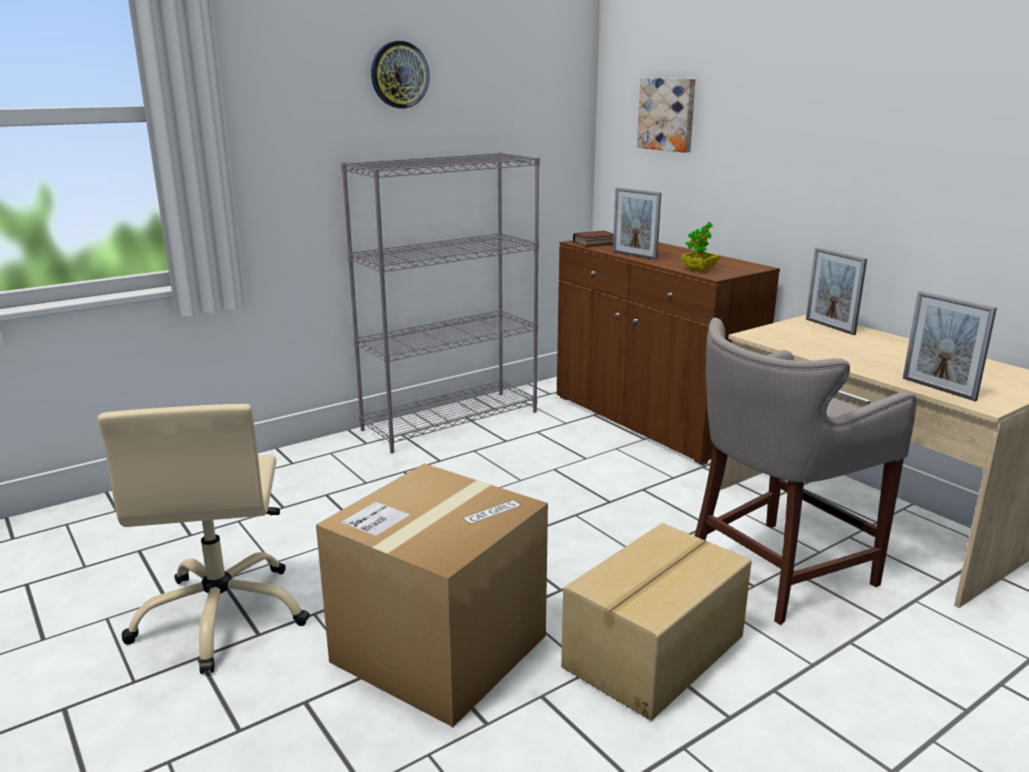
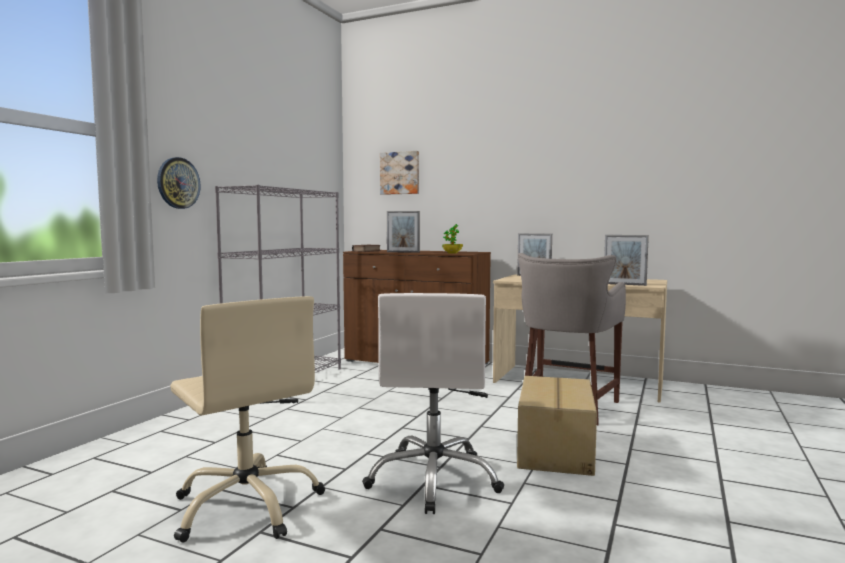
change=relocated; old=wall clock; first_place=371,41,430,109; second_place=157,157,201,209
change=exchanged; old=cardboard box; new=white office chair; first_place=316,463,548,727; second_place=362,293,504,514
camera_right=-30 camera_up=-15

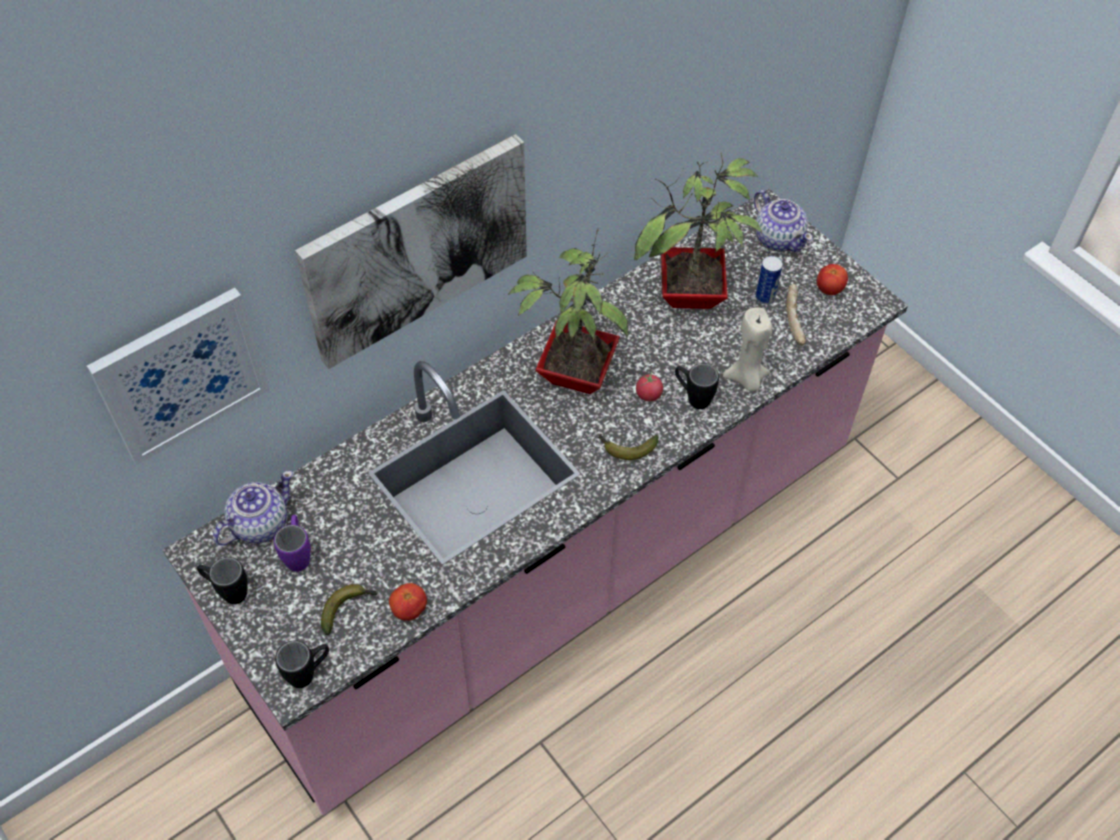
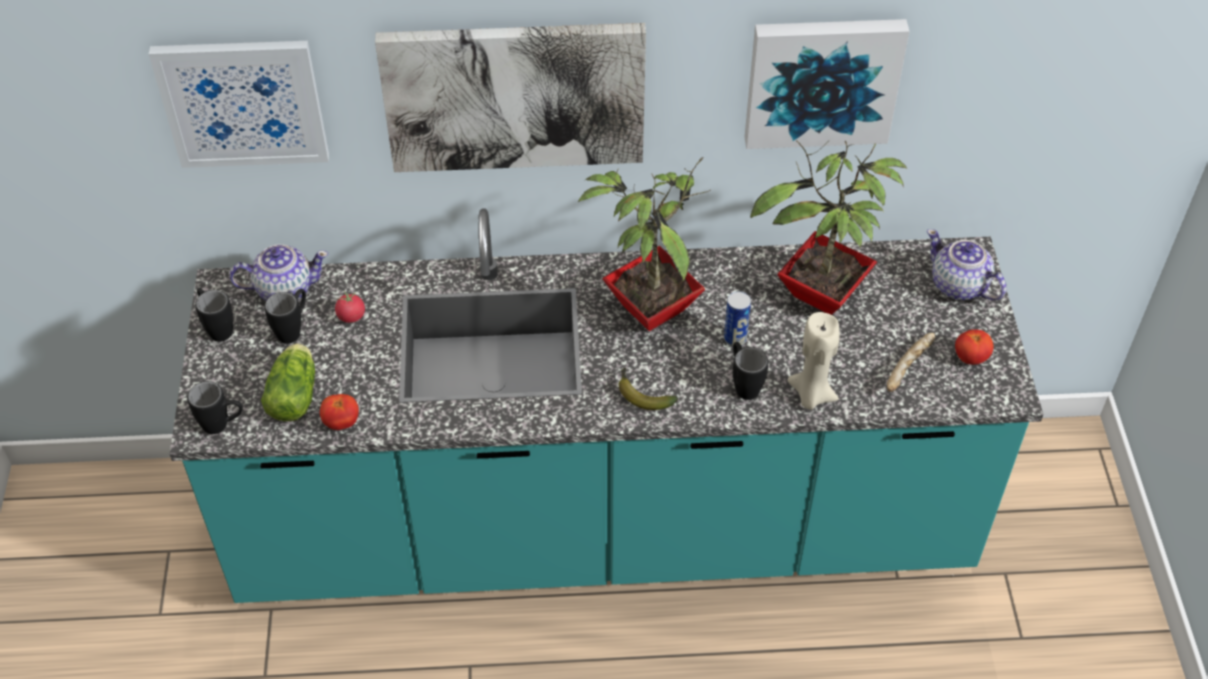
change=colour; old=pink counter; new=turquoise counter; first_place=163,189,908,815; second_place=170,208,1043,603
change=exchanged; old=banana; new=lettuce; first_place=321,584,378,635; second_place=261,343,315,421
change=colour; old=purple mug; new=black mug; first_place=274,515,311,572; second_place=264,289,306,344
change=relocated; old=tomato; first_place=636,371,663,401; second_place=335,291,365,323
change=relocated; old=can; first_place=756,256,783,305; second_place=724,291,751,347
change=appeared; new=picture; second_place=745,19,910,149
change=spun; old=teapot; first_place=754,190,813,252; second_place=927,229,1006,301; degrees=135
camera_right=35 camera_up=-5

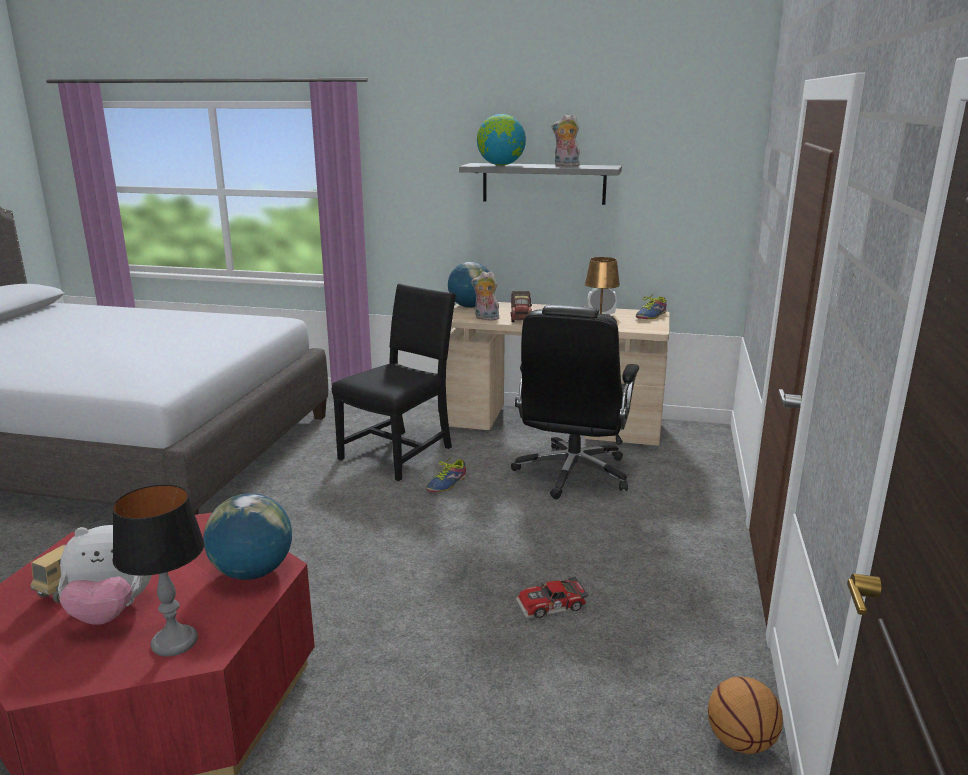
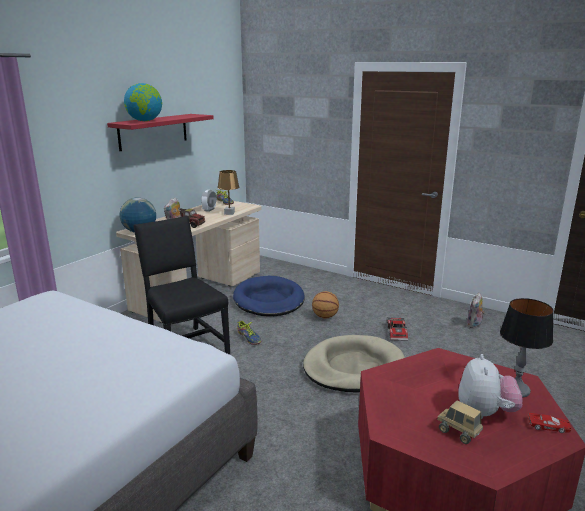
change=colour; old=grey shelf; new=red shelf; first_place=459,163,622,205; second_place=107,114,214,151
change=exchanged; old=black office chair; new=blue dog bed; first_place=511,305,639,499; second_place=233,276,305,316
change=appeared; new=beige dog bed; second_place=303,335,405,392
change=relocated; old=basketball; first_place=708,676,783,754; second_place=312,291,339,318
change=relocated; old=plush toy; first_place=551,114,580,166; second_place=466,293,485,329
change=appeared; new=red toy car; second_place=528,413,572,433
change=missing; old=globe; first_place=204,493,292,580
camera_right=-70 camera_up=0

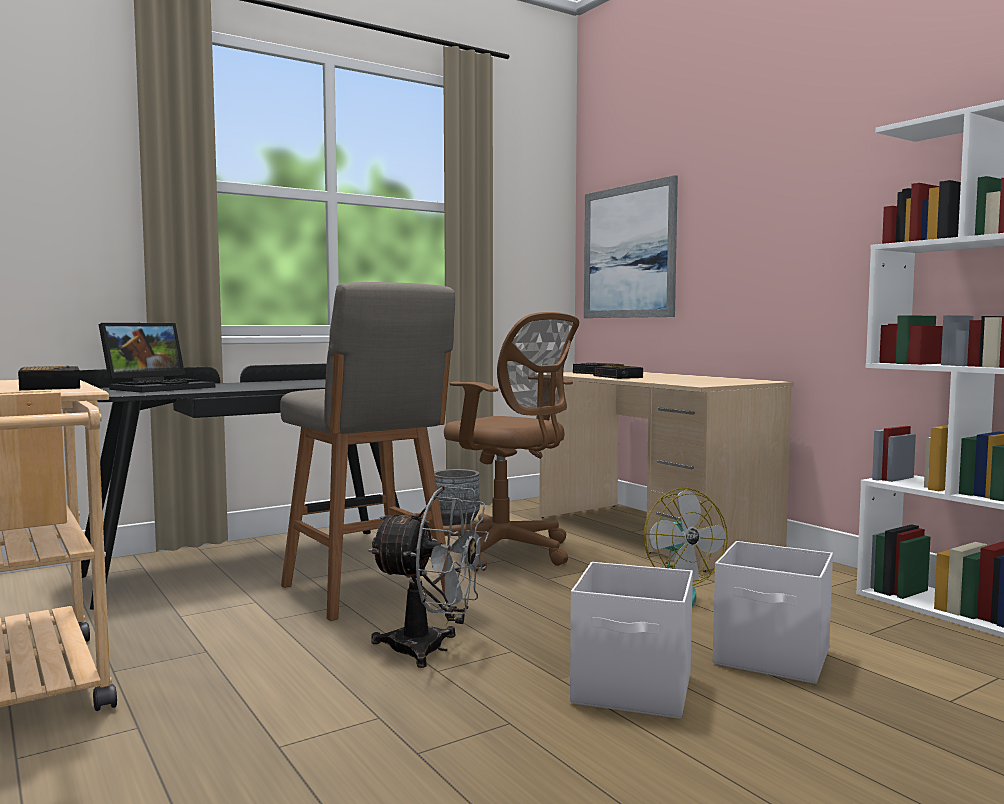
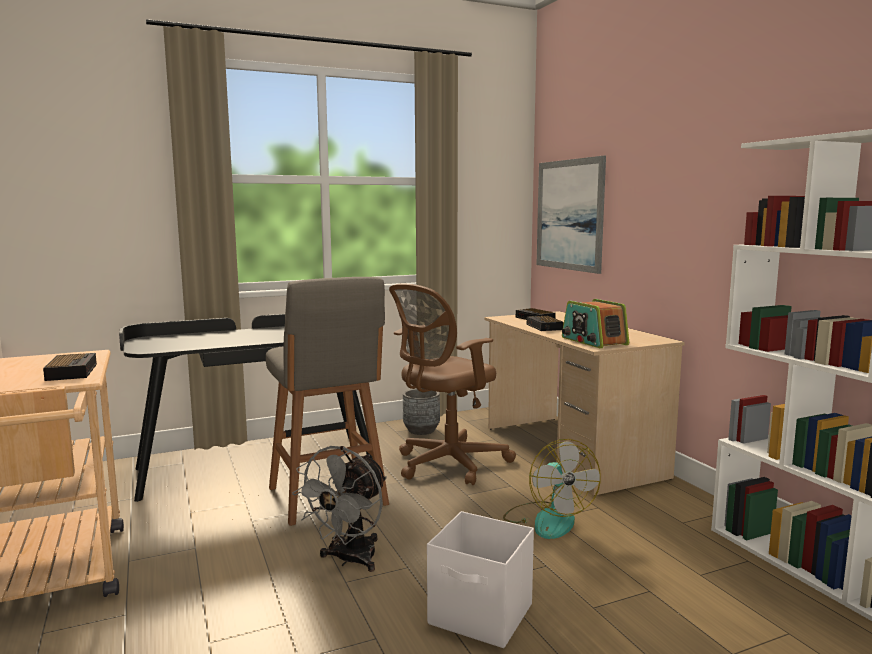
change=spun; old=grey fan; first_place=368,486,489,668; second_place=292,446,387,572; degrees=90
change=spun; old=brown office chair; first_place=430,312,579,572; second_place=389,284,516,485; degrees=90
change=appeared; new=radio; second_place=562,299,629,348
change=missing; old=laptop; first_place=99,322,215,393
change=missing; old=white storage box; first_place=713,541,833,684
camera_right=10 camera_up=5

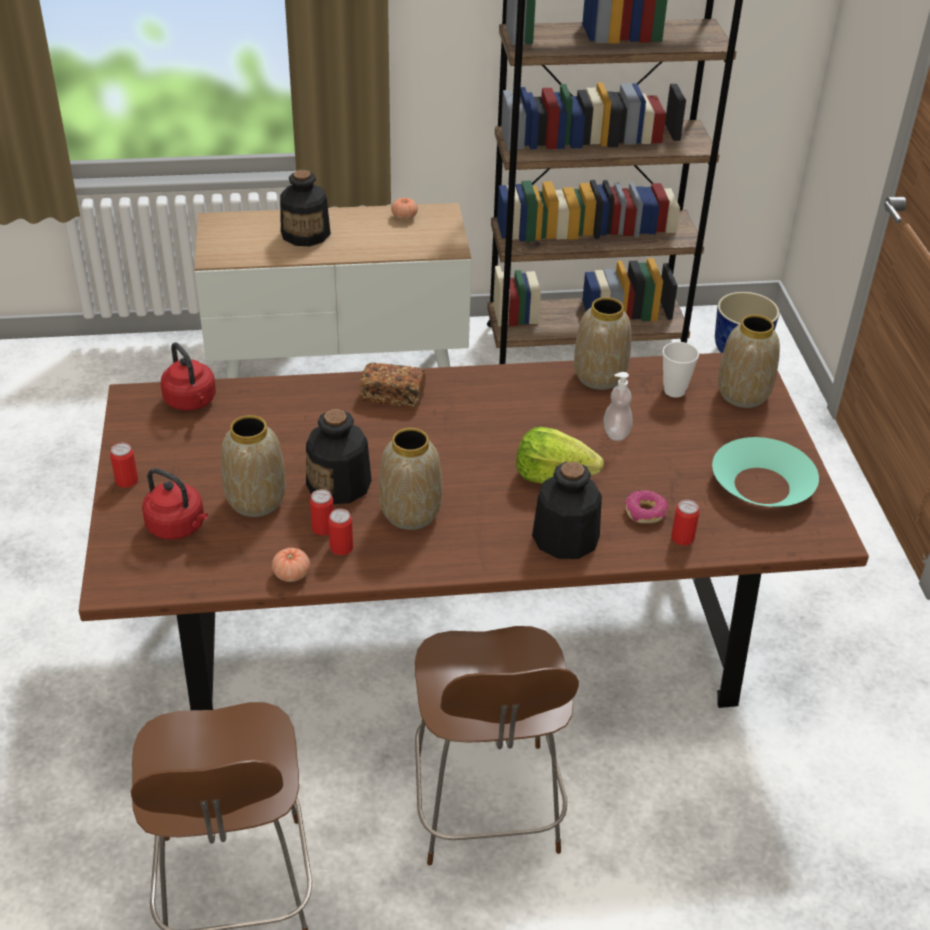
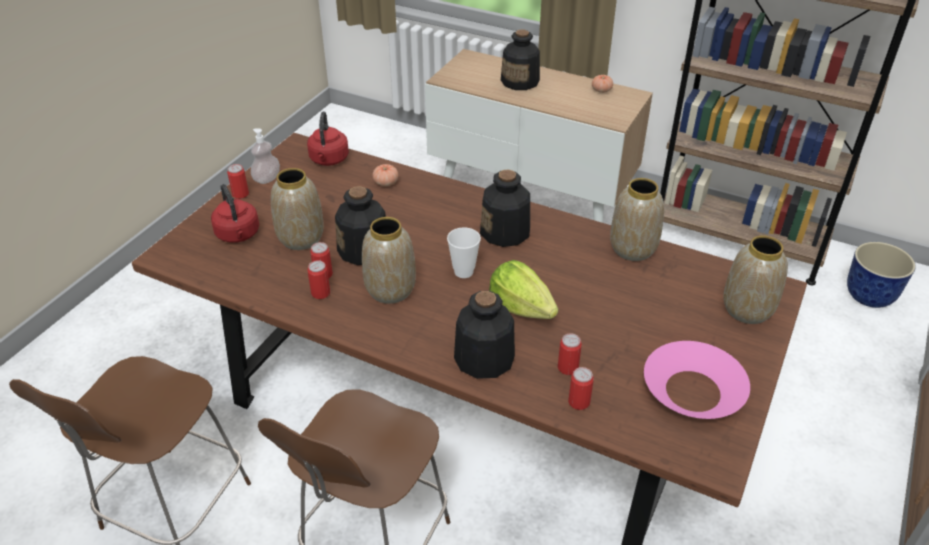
change=relocated; old=soap dispenser; first_place=604,372,633,441; second_place=251,128,280,184
change=relocated; old=tomato; first_place=272,548,310,582; second_place=373,164,398,186
change=relocated; old=cup; first_place=663,342,699,398; second_place=447,227,481,278
change=appeared; new=bottle; second_place=480,169,530,247
change=exchanged; old=donut; new=can; first_place=625,490,668,524; second_place=558,333,582,375
change=colour; old=turquoise bowl; new=pink bowl; first_place=712,437,819,507; second_place=644,341,750,419
change=missing; old=bread; first_place=360,363,425,407
camera_right=35 camera_up=0

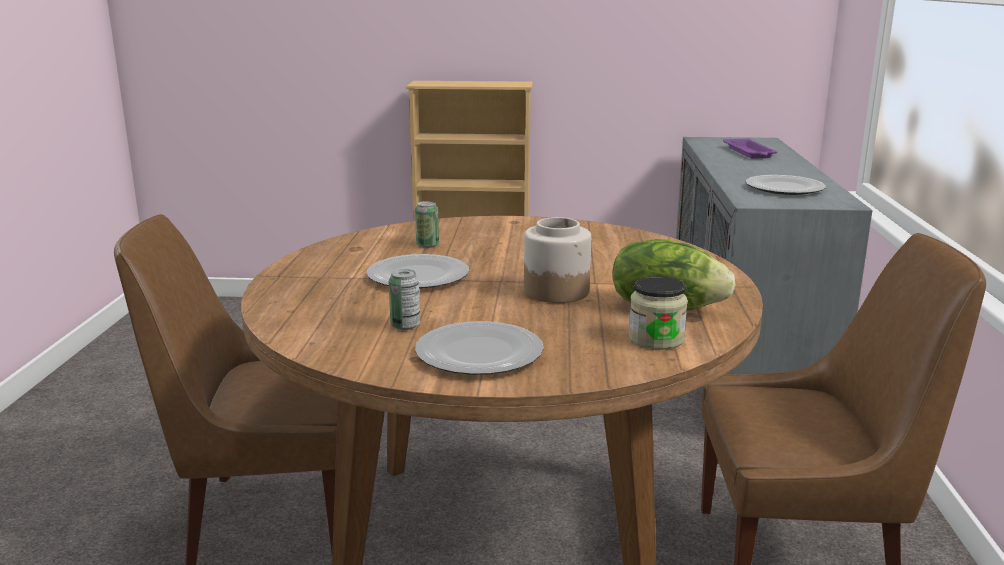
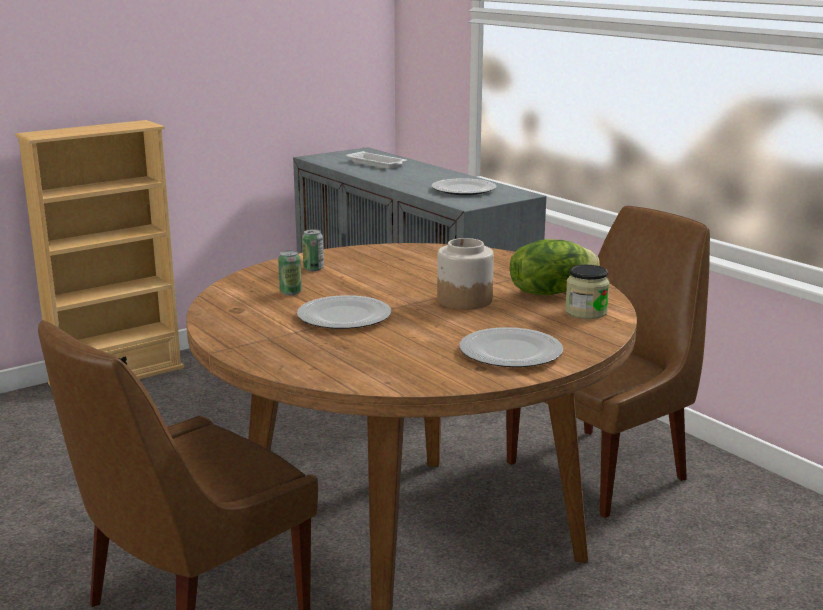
change=relocated; old=can; first_place=389,269,420,330; second_place=302,229,324,271
change=colour; old=purple tray; new=white tray; first_place=723,138,778,159; second_place=346,151,407,169
camera_right=-40 camera_up=0

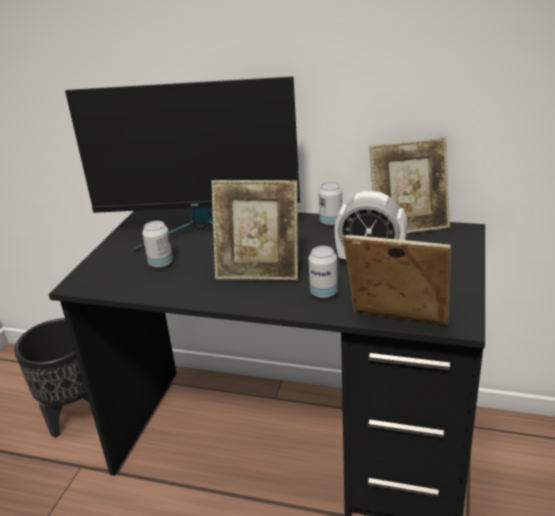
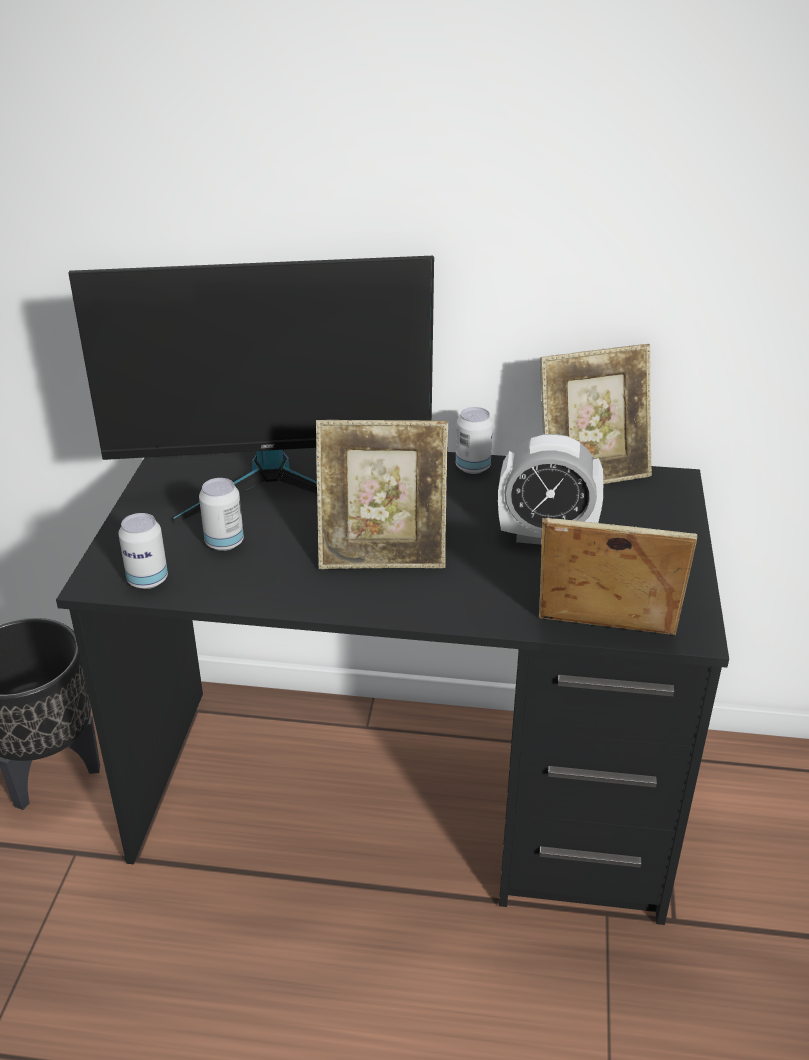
change=relocated; old=can; first_place=308,246,338,298; second_place=118,513,168,589
camera_right=-10 camera_up=5

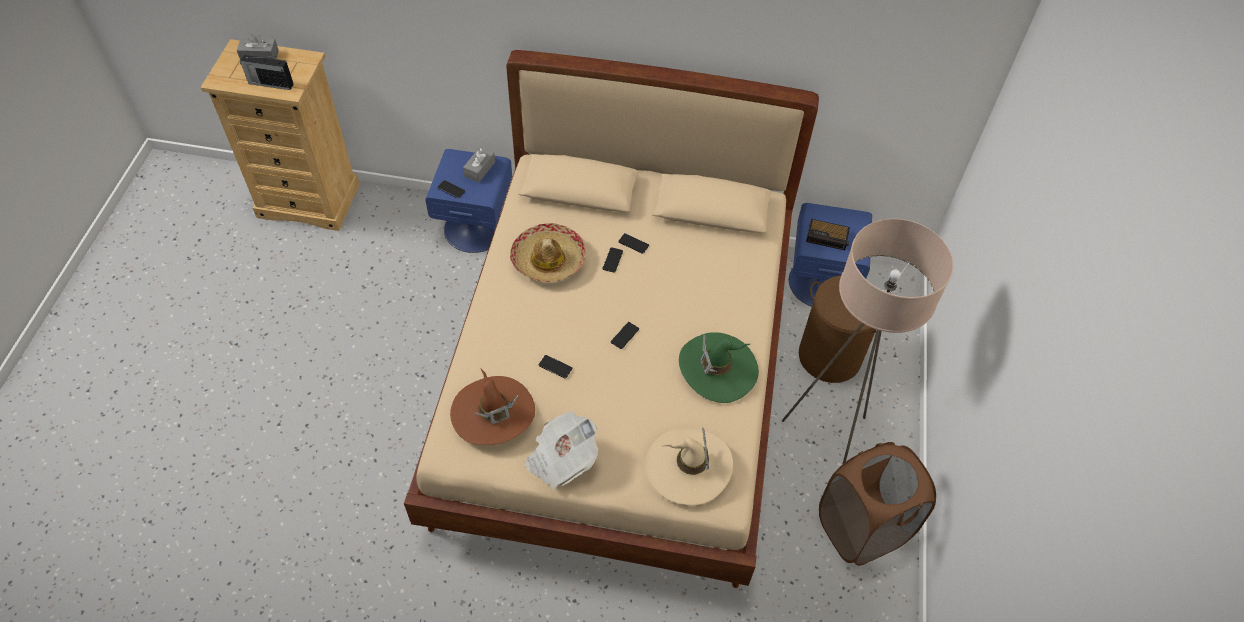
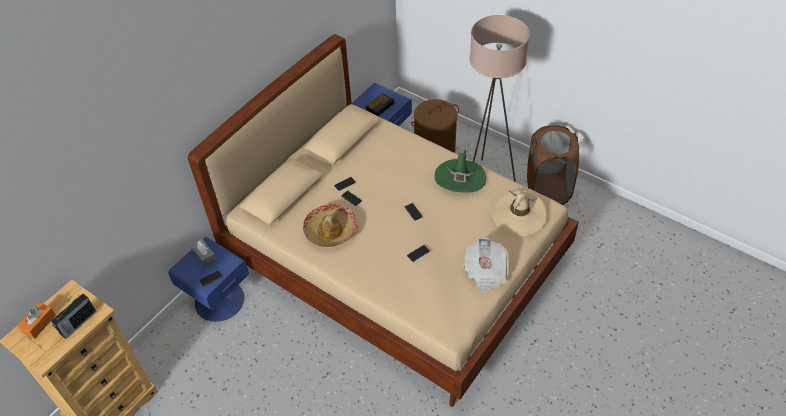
change=colour; old=grey tissue box; new=orange tissue box; first_place=237,34,279,60; second_place=17,302,56,339
change=missing; old=brown hat; first_place=450,368,535,445
camera_right=-60 camera_up=-5

